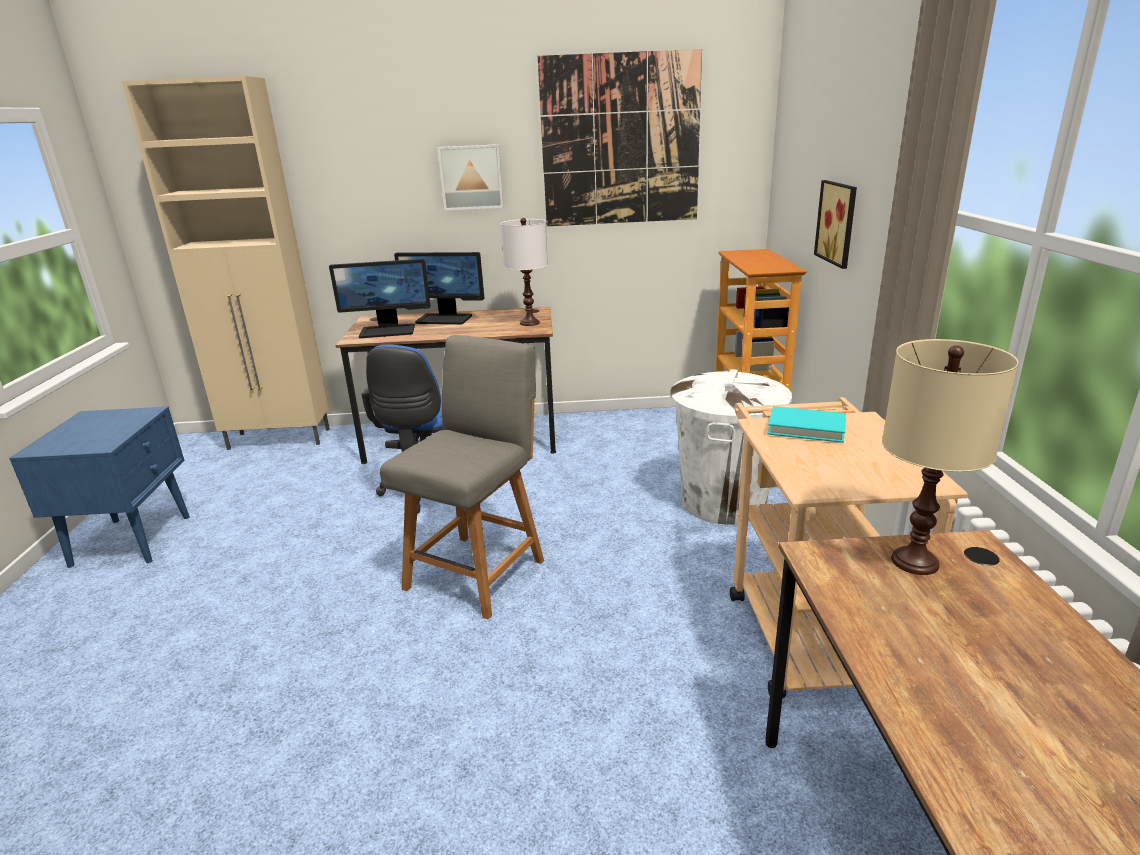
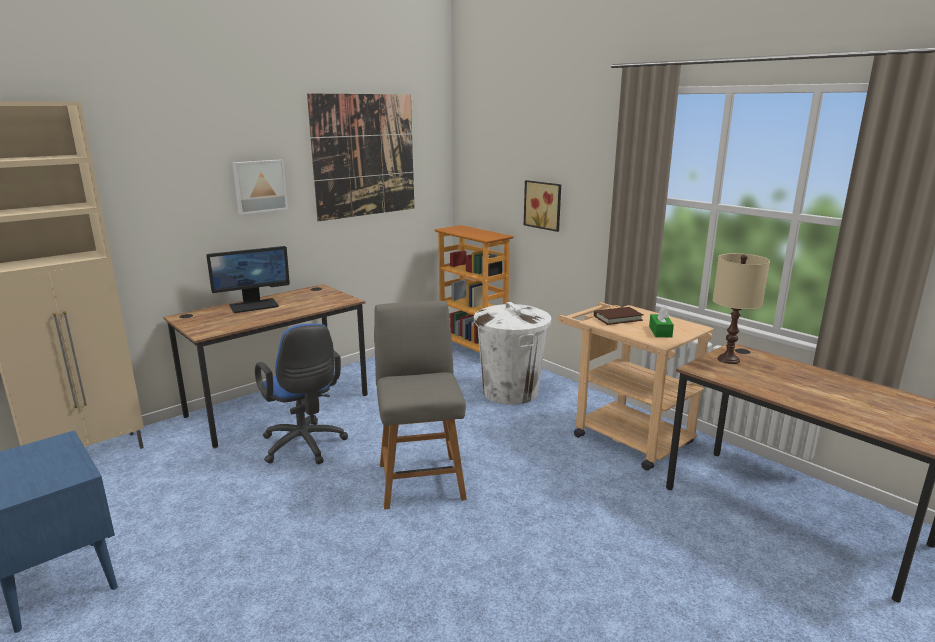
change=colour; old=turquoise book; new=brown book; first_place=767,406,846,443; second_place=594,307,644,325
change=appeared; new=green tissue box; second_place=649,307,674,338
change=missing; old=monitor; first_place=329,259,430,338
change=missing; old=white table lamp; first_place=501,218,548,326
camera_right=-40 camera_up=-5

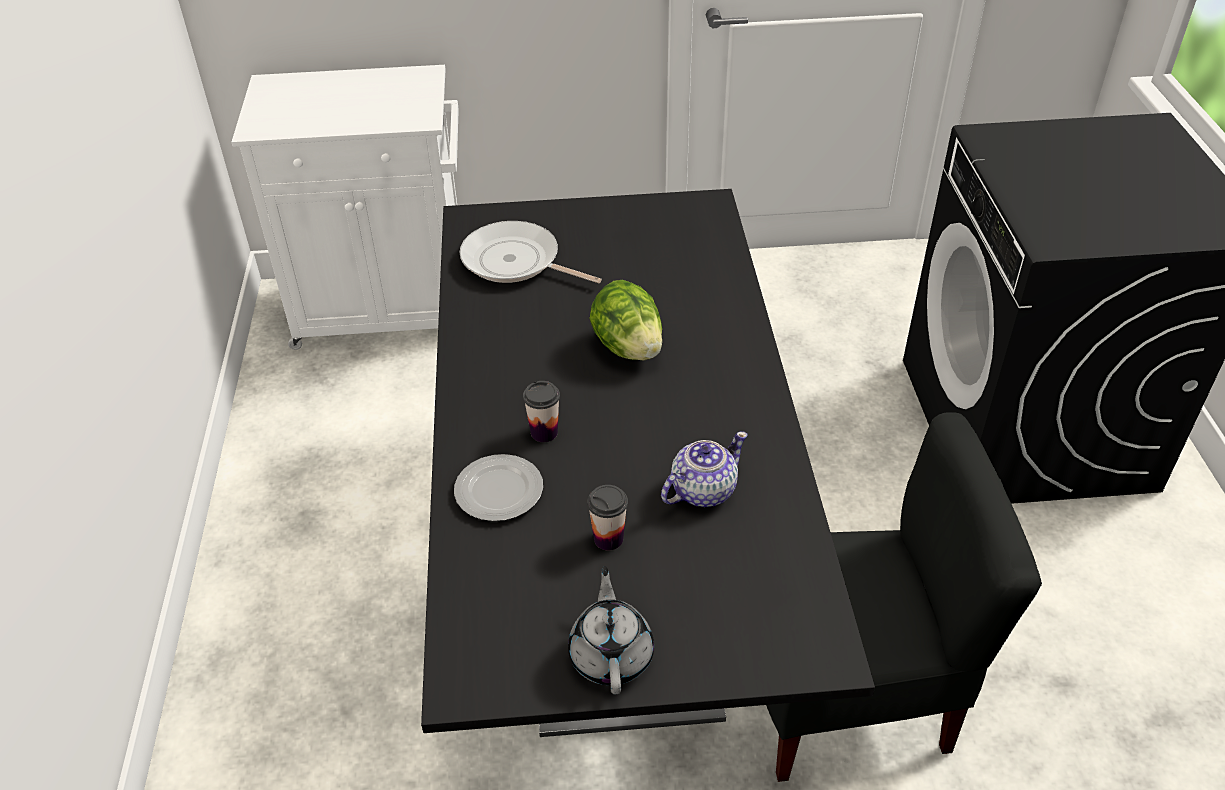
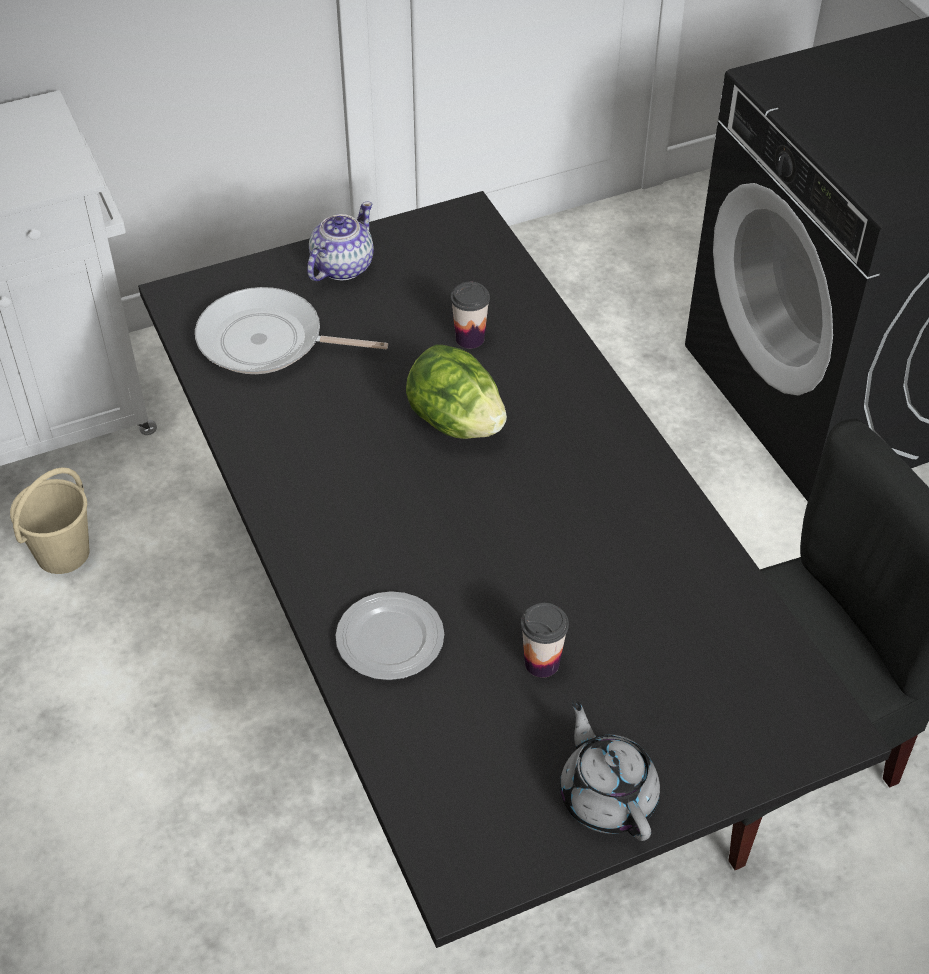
change=appeared; new=beige bucket; second_place=10,467,90,574
change=relocated; old=teapot; first_place=661,431,748,507; second_place=307,202,374,281
change=relocated; old=cup; first_place=523,381,560,442; second_place=451,281,490,349
camera_right=-20 camera_up=5

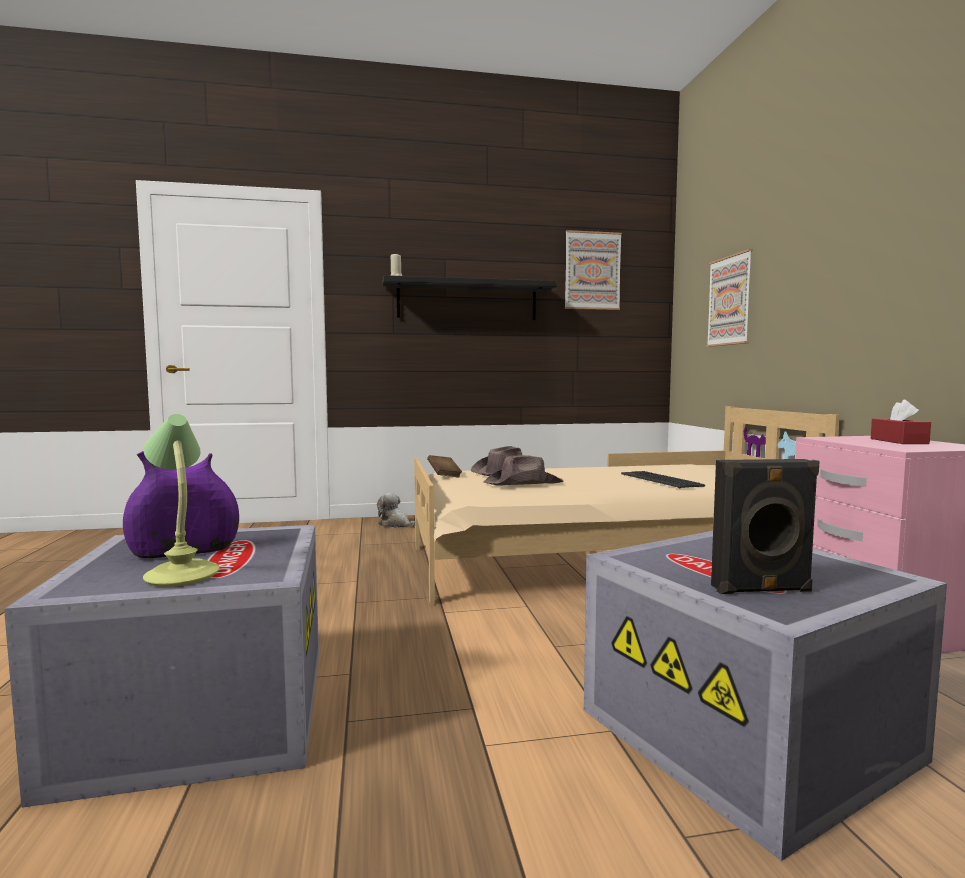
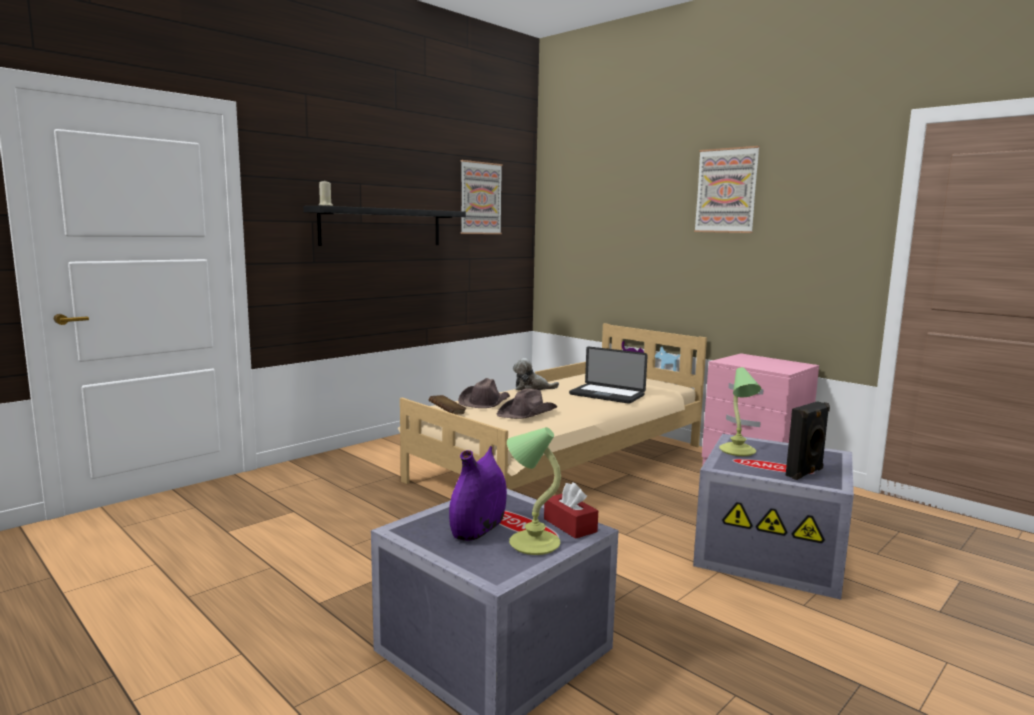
change=relocated; old=plush toy; first_place=377,493,415,528; second_place=513,358,559,390
change=relocated; old=red tissue box; first_place=871,400,931,444; second_place=544,482,598,539
change=exchanged; old=keyboard; new=laptop; first_place=621,471,705,488; second_place=569,347,648,404
change=relocated; old=picture; first_place=706,249,753,347; second_place=694,146,760,233
change=appeared; new=table lamp; second_place=719,367,761,456
camera_right=-35 camera_up=5

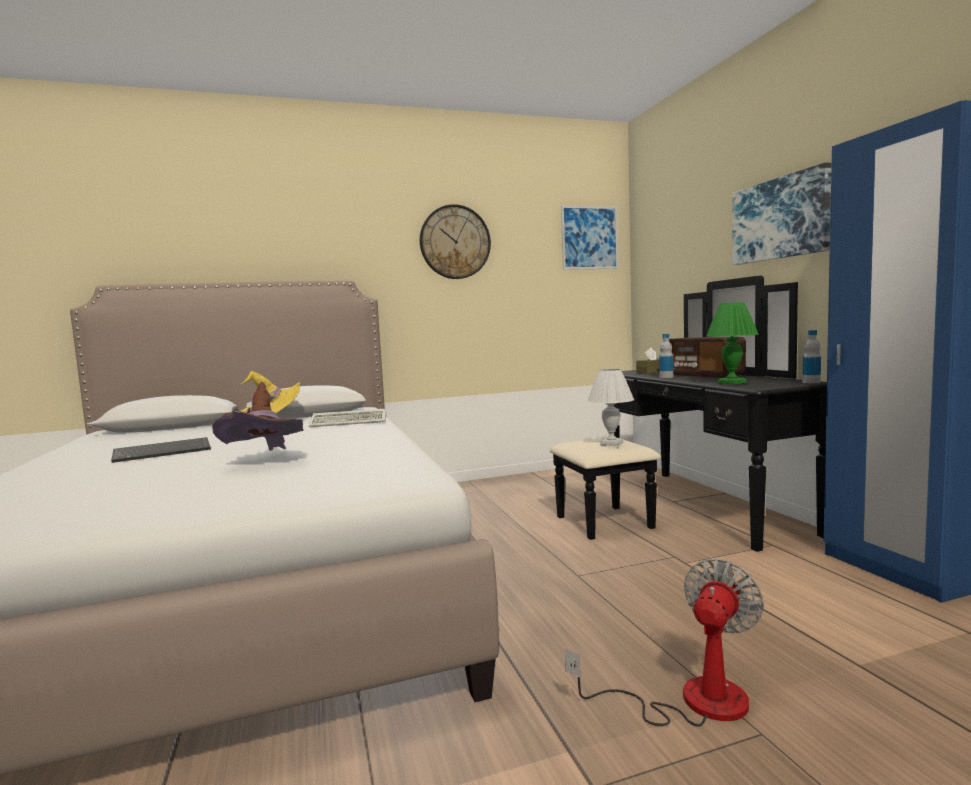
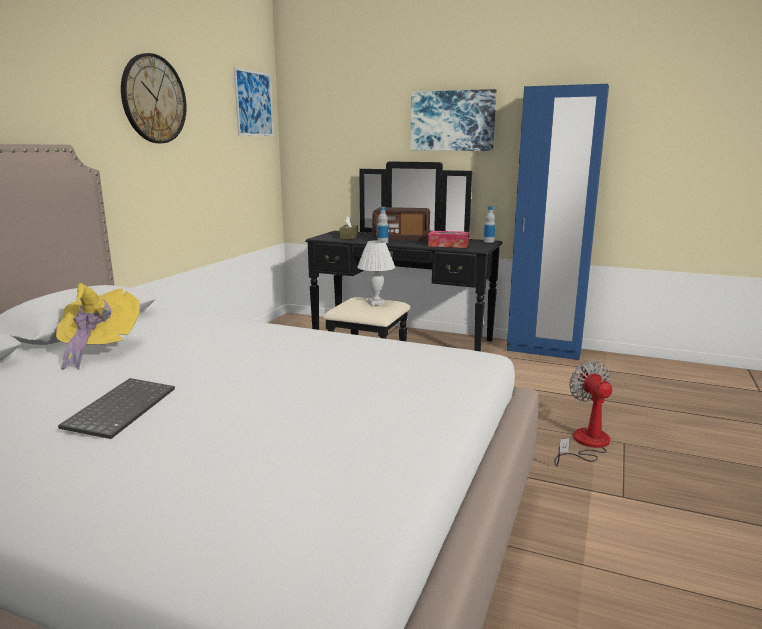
change=exchanged; old=green table lamp; new=tissue box; first_place=706,302,759,384; second_place=428,231,469,248
change=missing; old=brown hat; first_place=212,382,303,451
change=missing; old=keyboard; first_place=309,409,386,427
camera_right=-50 camera_up=10

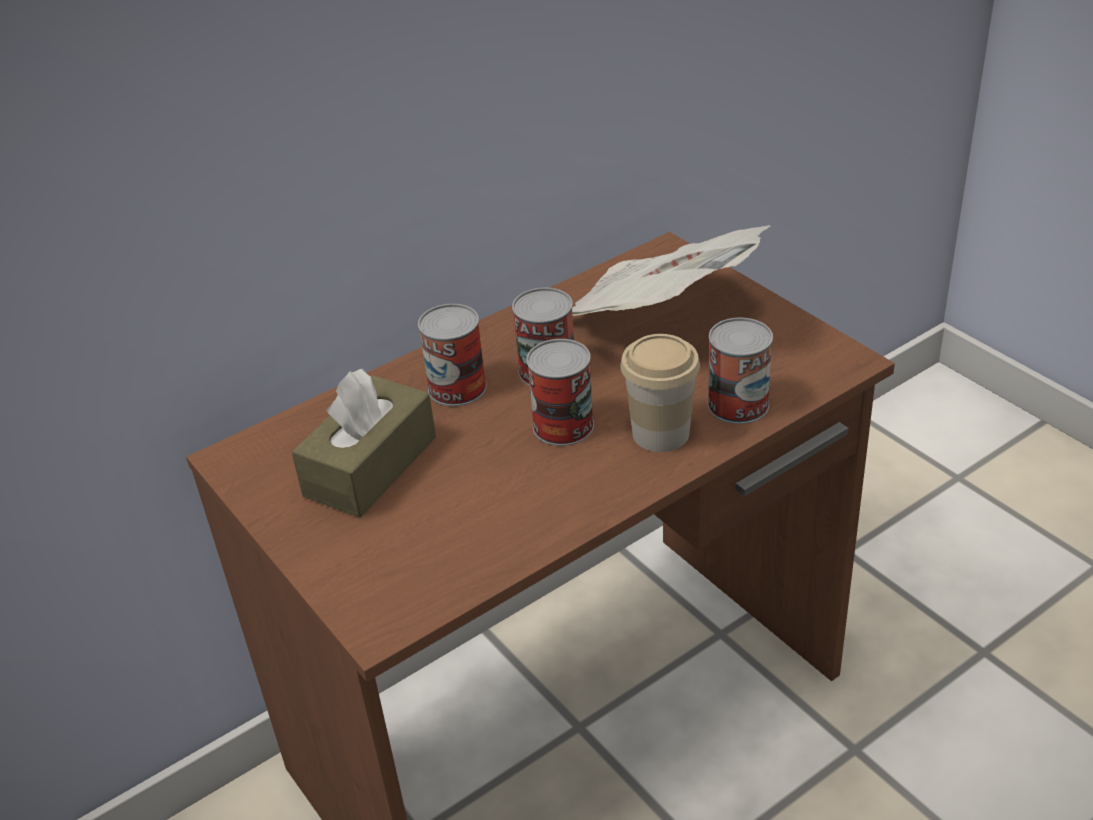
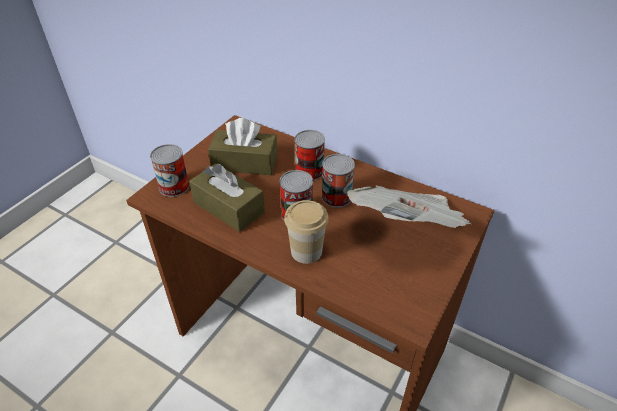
change=relocated; old=can; first_place=708,318,773,424; second_place=150,144,189,197
change=appeared; new=brown tissue box; second_place=189,163,265,232
camera_right=65 camera_up=5

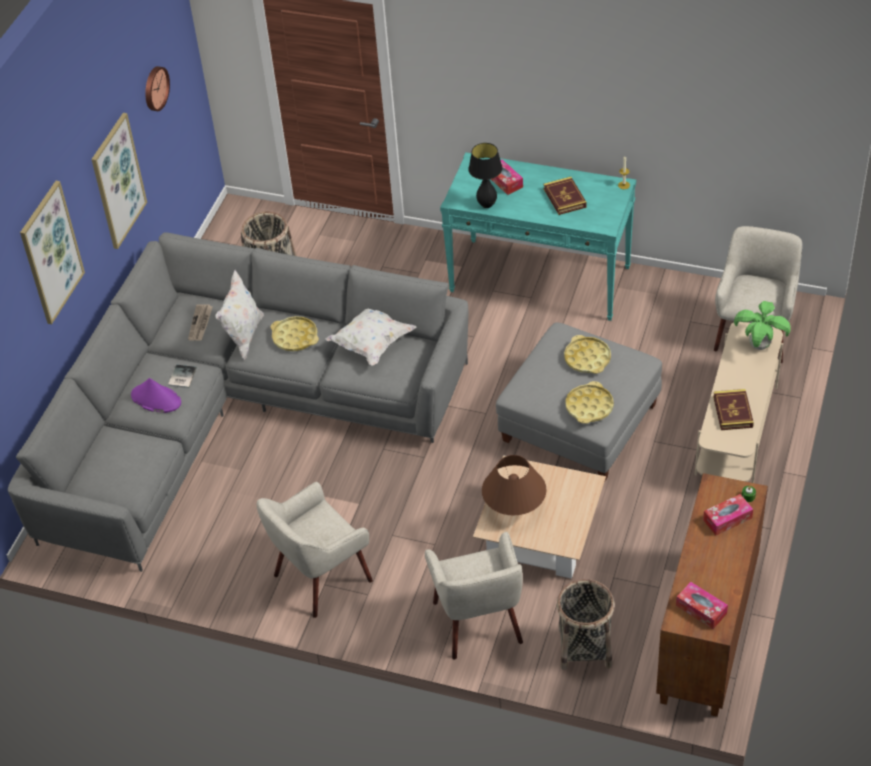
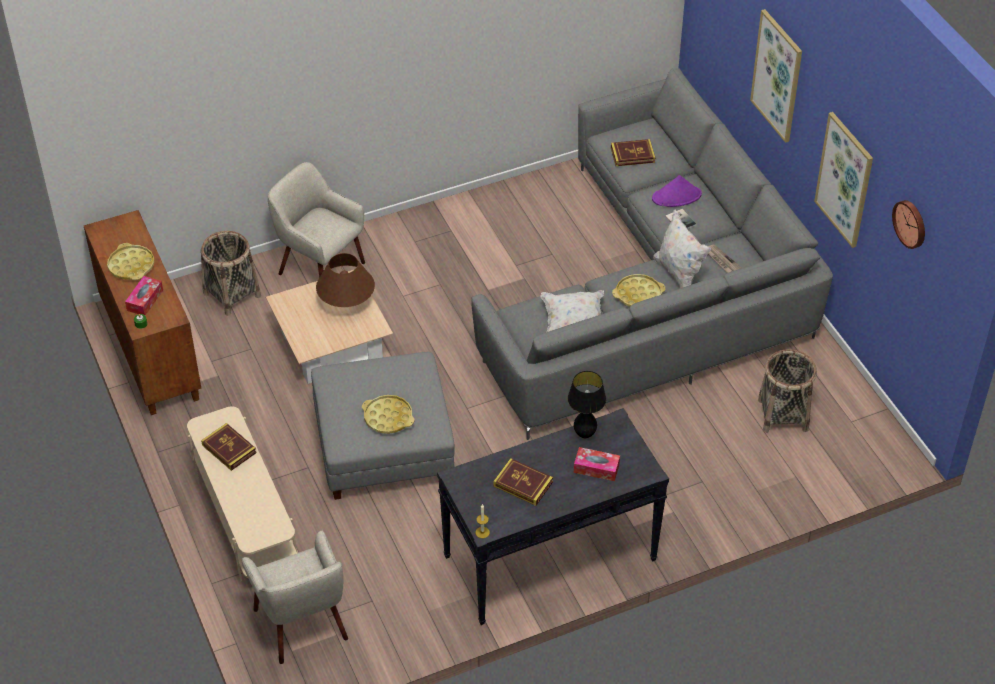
change=relocated; old=yellow tray; first_place=565,381,614,424; second_place=107,243,154,280
change=colour; old=turquoise console table; new=black console table; first_place=440,152,636,321; second_place=437,408,669,625
change=appeared; new=book; second_place=611,139,655,166
change=missing; old=beige armchair; first_place=257,482,373,618
change=missing; old=tissue box; first_place=676,582,728,629
change=missing; old=potted plant; first_place=734,301,791,350
camera_right=135 camera_up=0

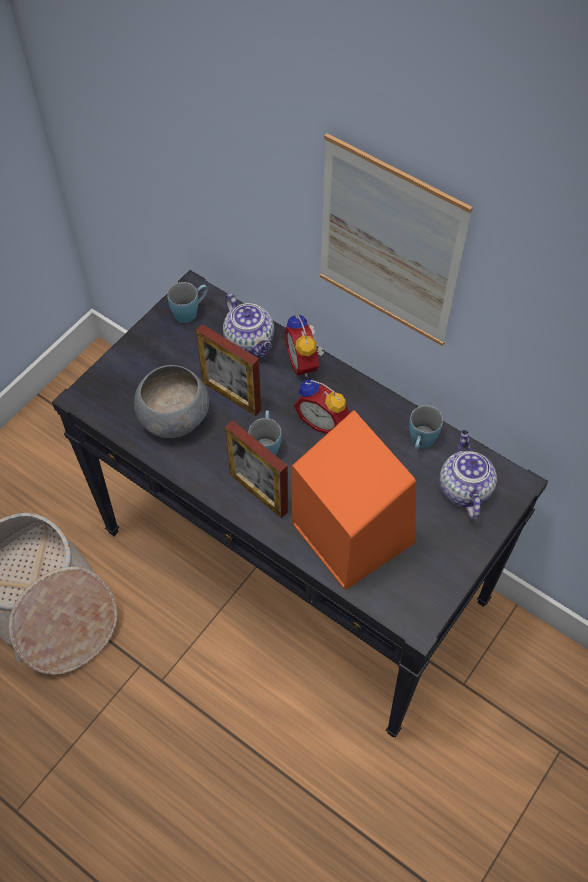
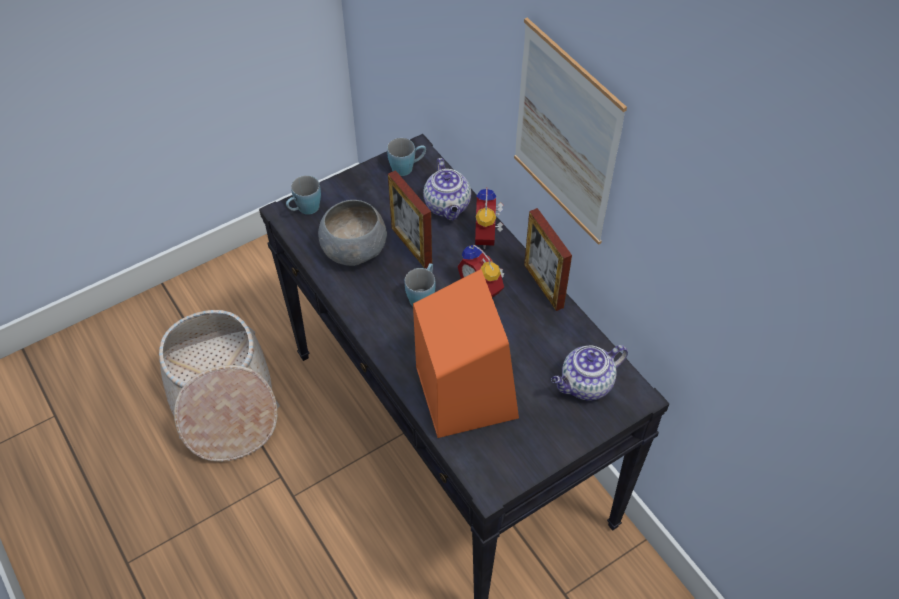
change=relocated; old=blue mug; first_place=409,405,443,450; second_place=286,175,321,215
change=relocated; old=picture frame; first_place=225,420,288,518; second_place=524,208,572,311
change=spun; old=teapot; first_place=439,430,497,520; second_place=551,345,628,401; degrees=-135
camera_right=20 camera_up=-5

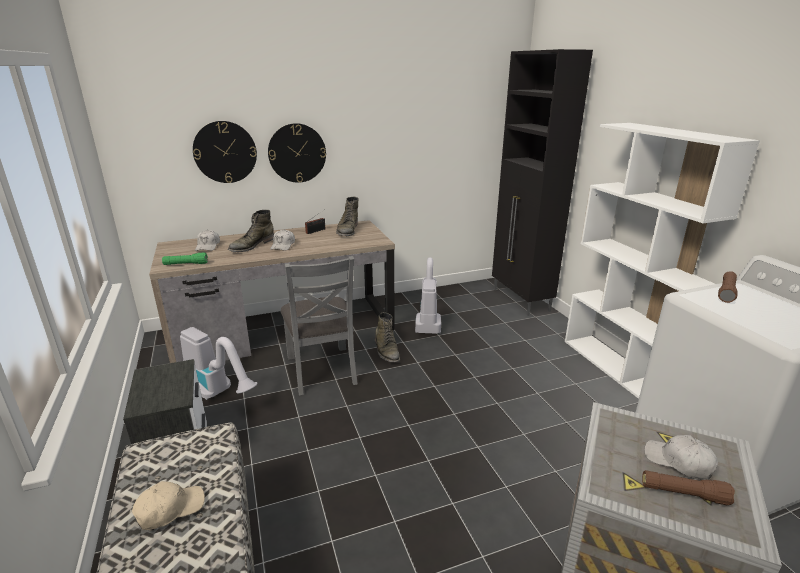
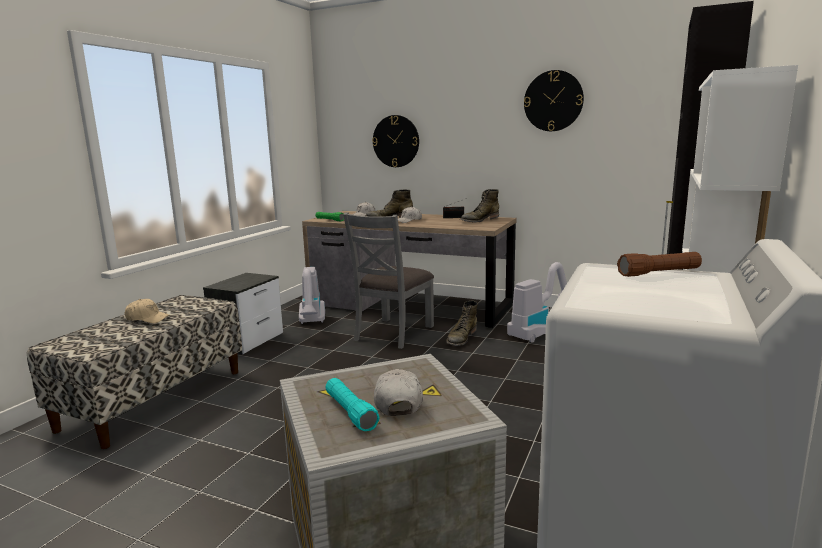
change=colour; old=brown flashlight; new=turquoise flashlight; first_place=642,470,735,505; second_place=325,378,379,431
change=relocated; old=wall clock; first_place=268,123,326,183; second_place=524,70,584,131
camera_right=45 camera_up=-10

